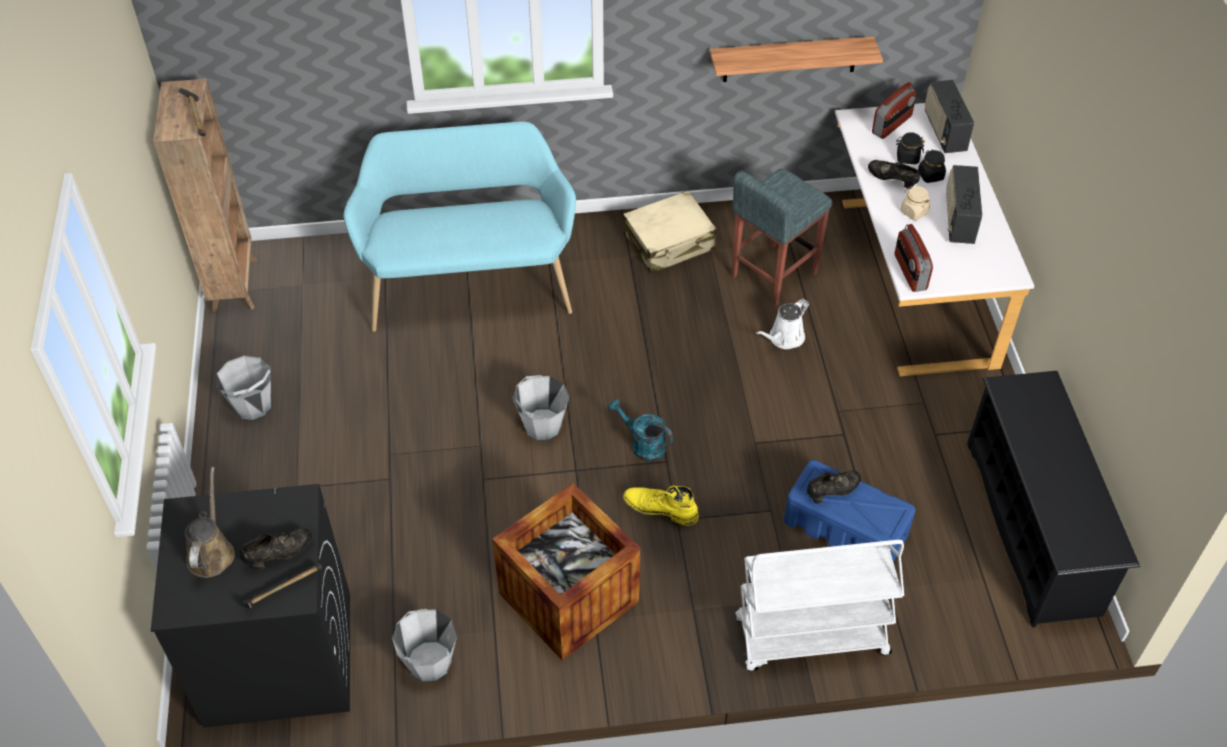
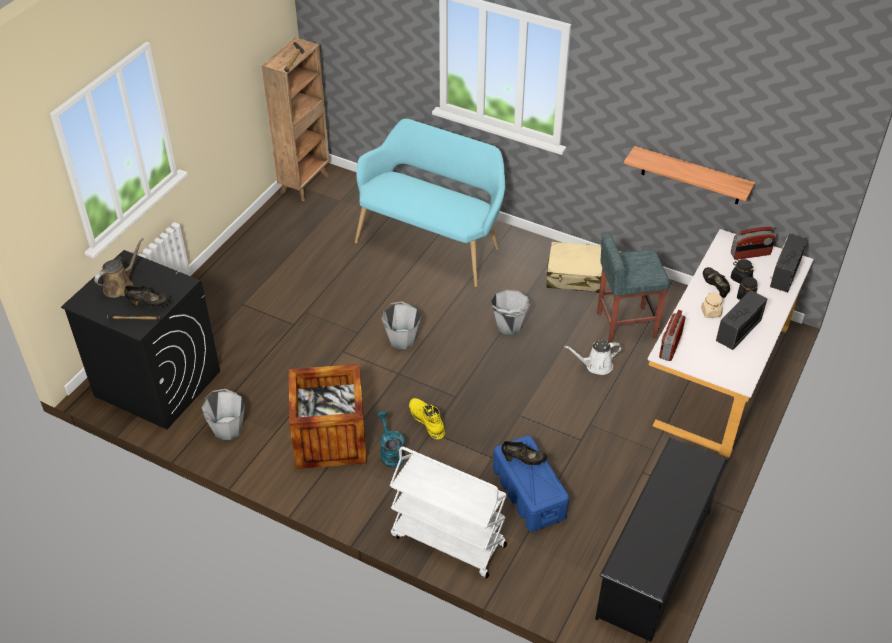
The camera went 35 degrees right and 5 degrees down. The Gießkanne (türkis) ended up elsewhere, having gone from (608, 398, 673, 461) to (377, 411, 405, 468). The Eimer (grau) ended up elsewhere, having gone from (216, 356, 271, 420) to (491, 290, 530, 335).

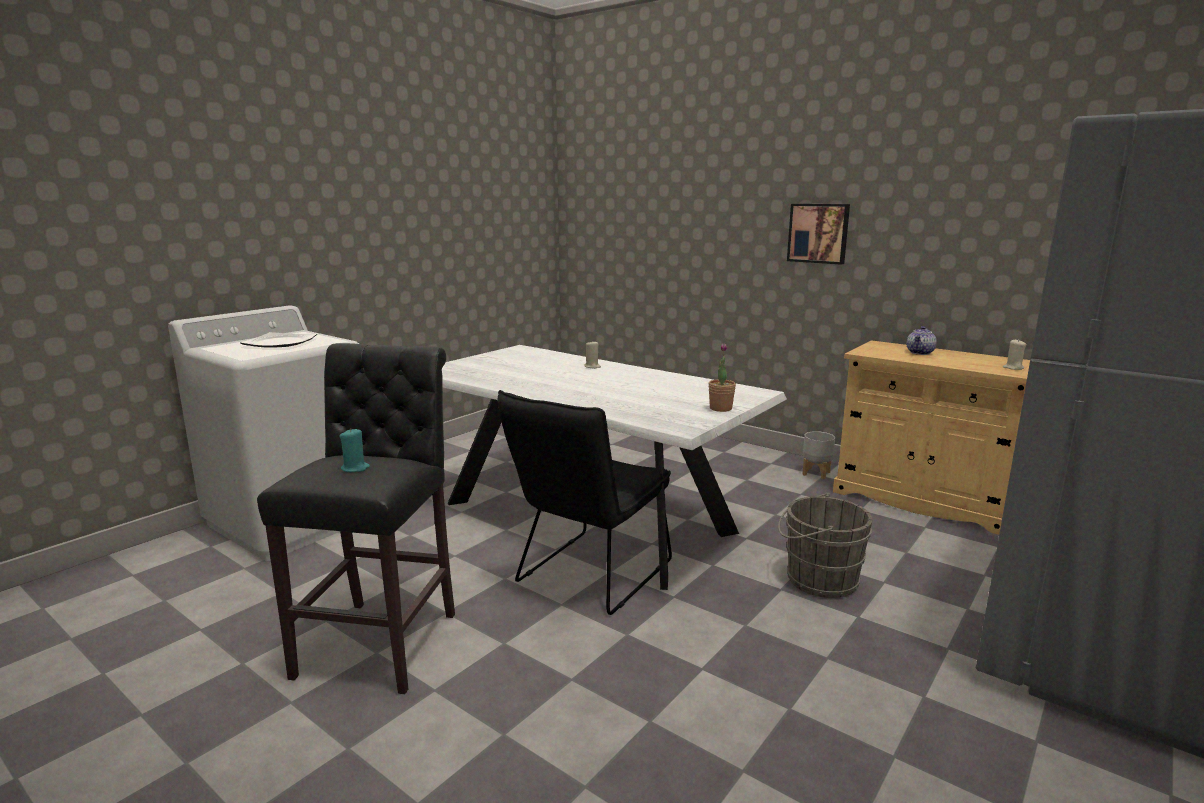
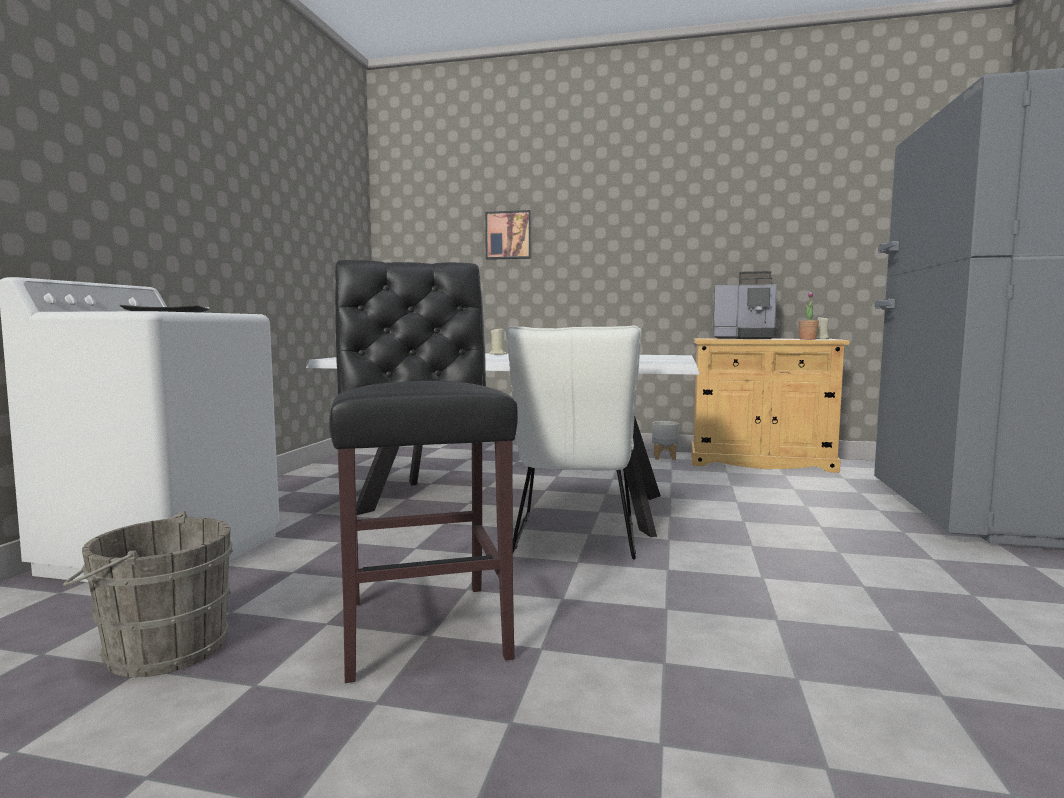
The camera went 25 degrees left and 10 degrees down. The Eimer (grau) ended up elsewhere, having gone from (778, 493, 872, 598) to (63, 511, 233, 677). The Bild ended up elsewhere, having gone from (787, 204, 850, 265) to (485, 210, 532, 260). What was the Stuhl (schwarz) at (498, 390, 672, 615) turned into the Stuhl (weiß) at (506, 325, 642, 560). Where the Teekanne stood at (907, 326, 937, 355), the Kaffeemaschine came to stand at (713, 271, 777, 339). The Topfpflanze ended up elsewhere, having gone from (709, 343, 736, 412) to (799, 292, 819, 340). The second view lost the Kerze (türkis) at (340, 428, 370, 472).

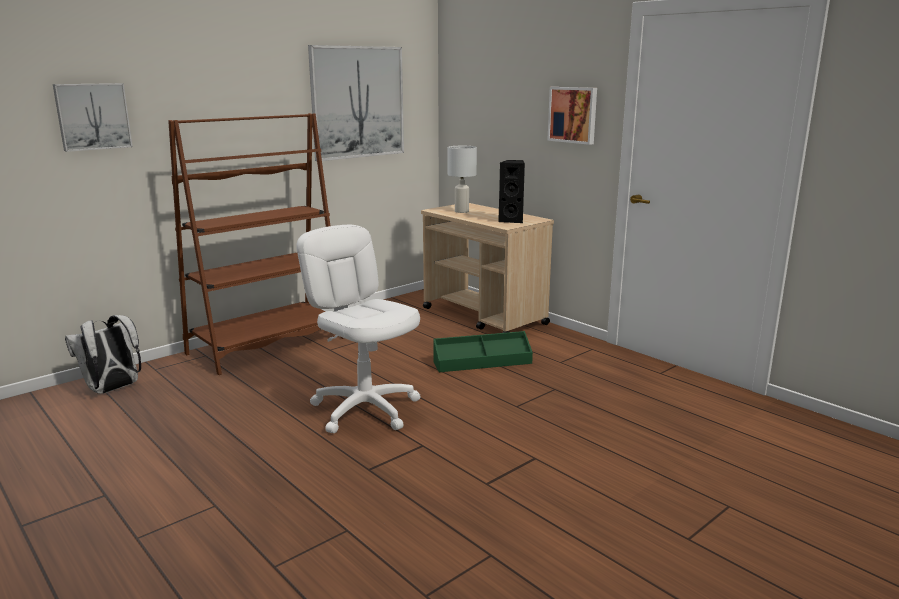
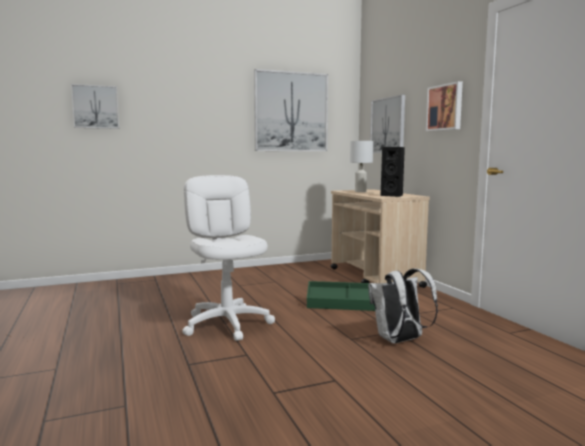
The camera went 20 degrees right and 10 degrees down. The Rucksack (weiß) ended up elsewhere, having gone from (65, 315, 141, 394) to (368, 268, 438, 344). The second view gained the Bild at (370, 95, 405, 153). The second view lost the Bücherregal (braun) at (168, 113, 345, 375).

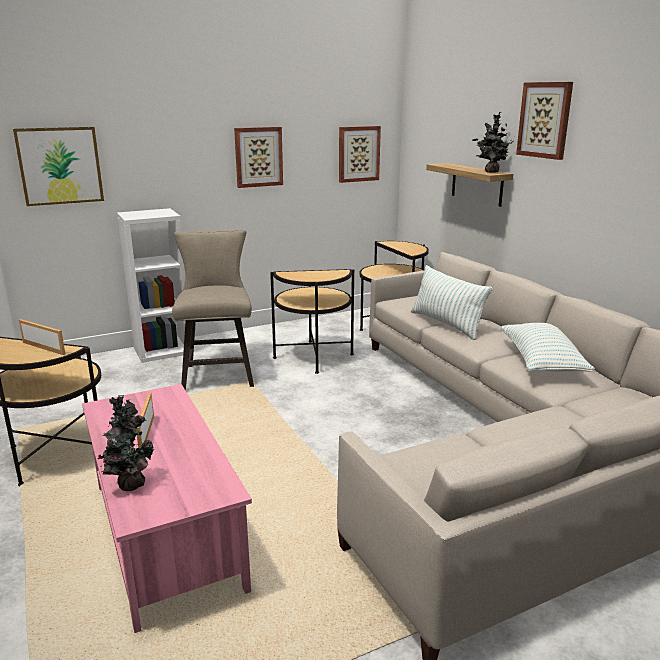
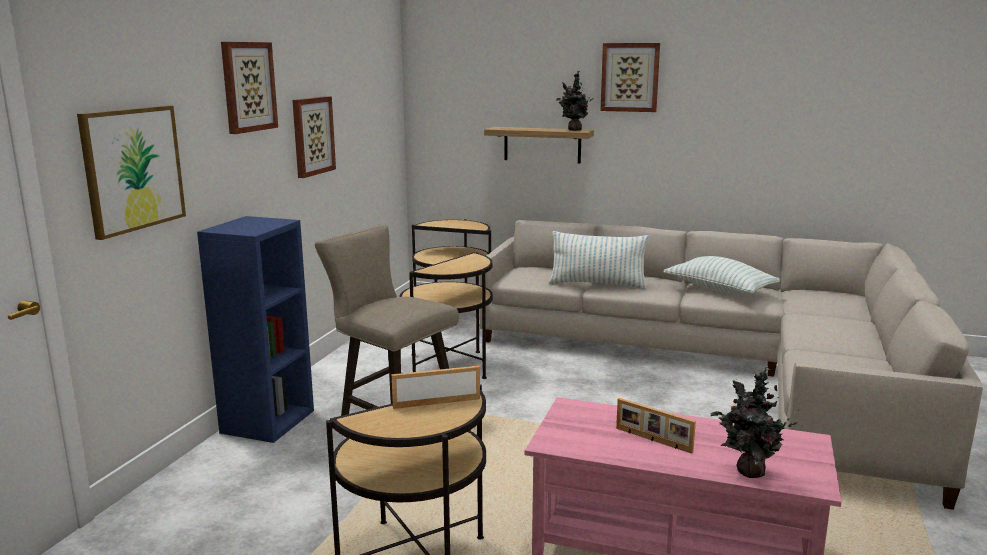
The camera went 45 degrees left and 5 degrees down. What was the Bücherregal (weiß) at (117, 208, 186, 363) turned into the Bücherregal (blau) at (197, 216, 314, 443). The Bild ended up elsewhere, having gone from (339, 126, 381, 183) to (221, 42, 278, 134).

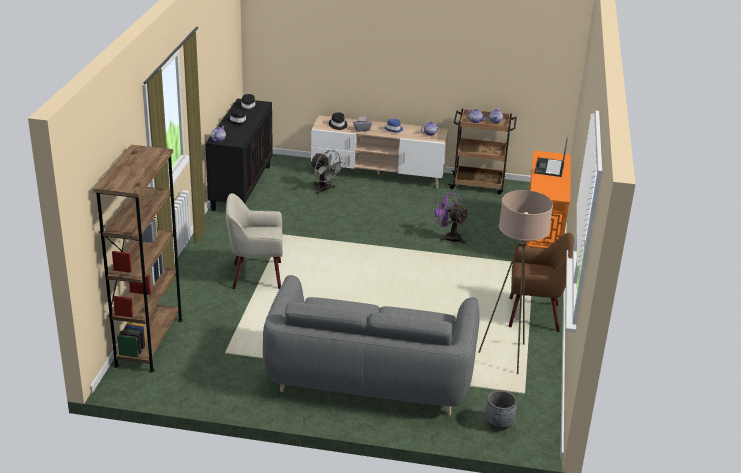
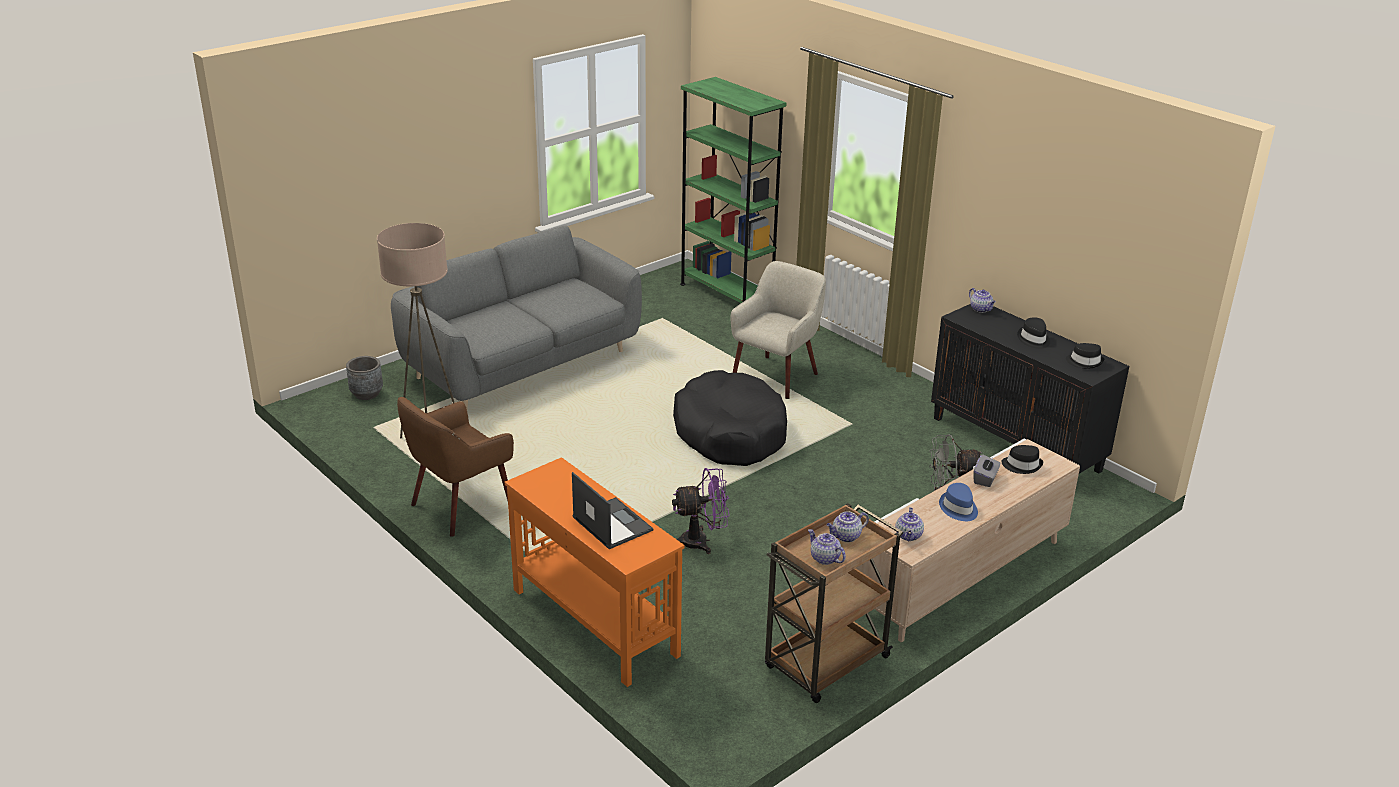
The camera went 130 degrees right and 0 degrees up. The second view gained the Hundebett (schwarz) at (673, 370, 787, 466). What was the Bücherregal (braun) at (93, 145, 183, 373) turned into the Bücherregal (grün) at (680, 77, 786, 303).

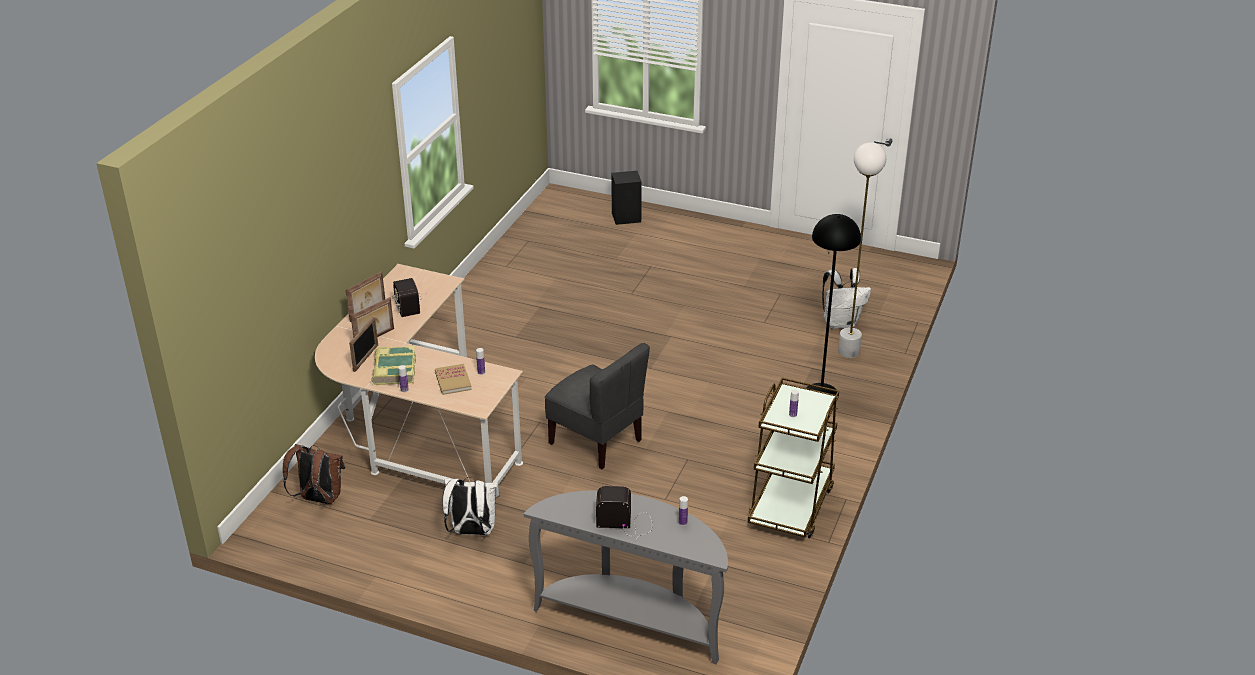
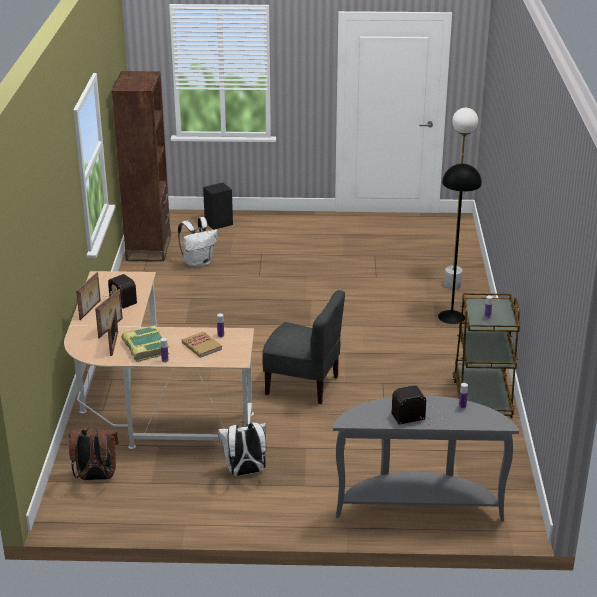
The camera went 20 degrees left and 5 degrees down. The second view gained the Bücherregal (braun) at (112, 71, 171, 262). The Rucksack (weiß) ended up elsewhere, having gone from (822, 268, 871, 329) to (178, 217, 218, 268).

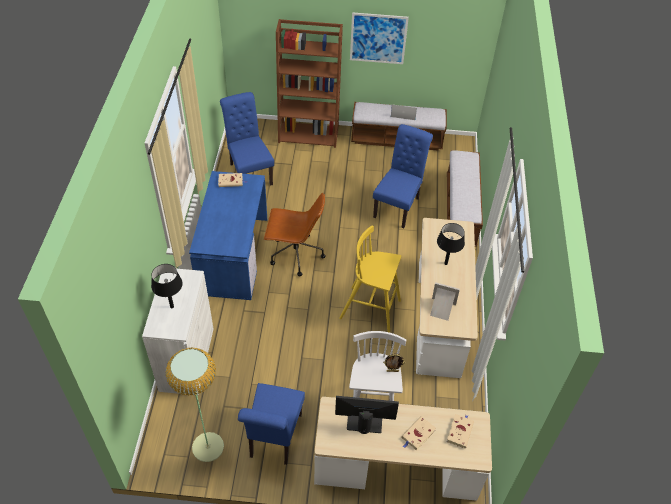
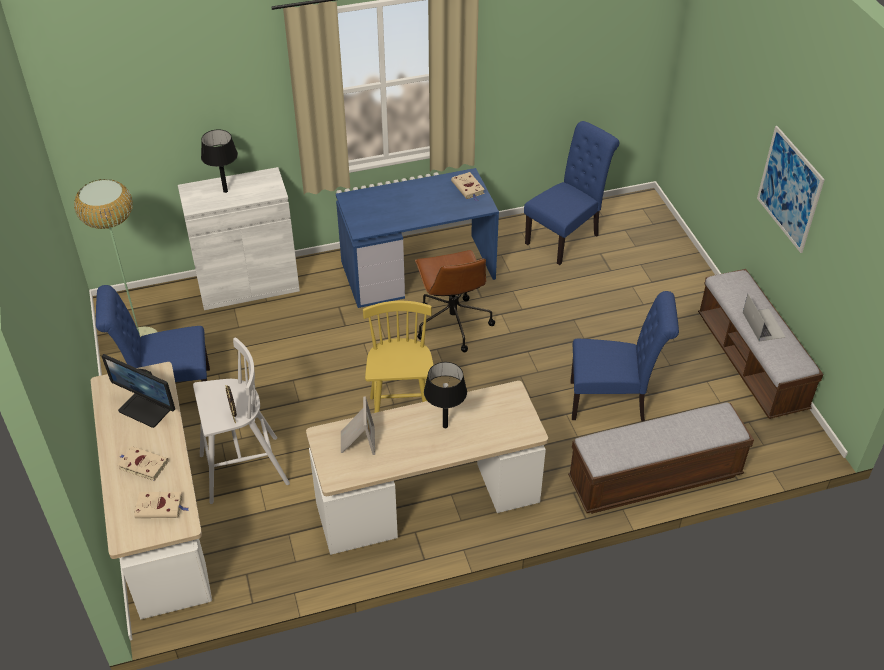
The camera went 70 degrees right and 5 degrees down. The Monitor at (335, 396, 399, 434) ended up facing another way, 135 degrees clockwise from before. The second view lost the Bücherregal (braun) at (276, 19, 343, 148).

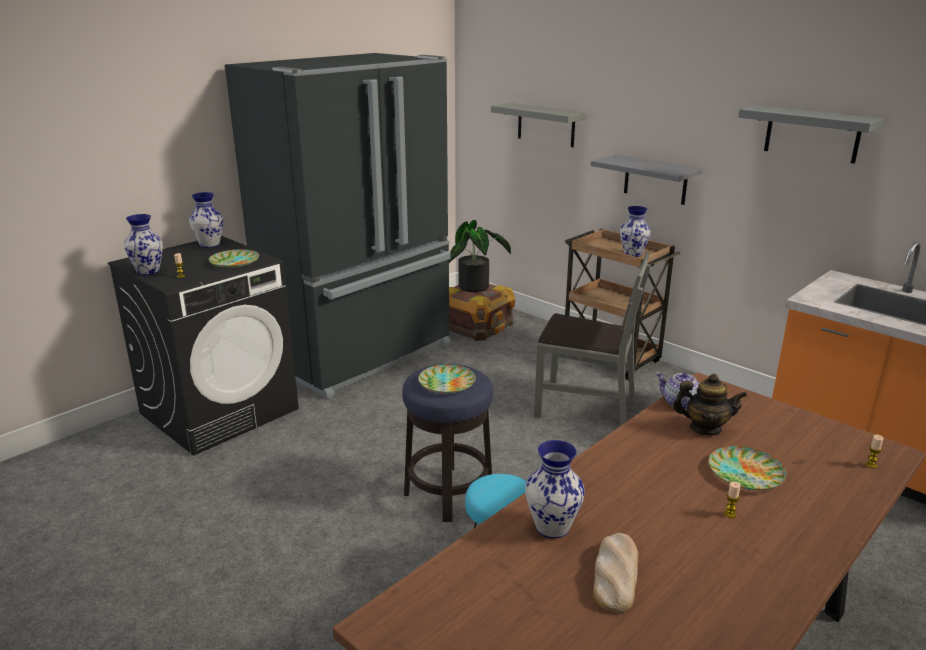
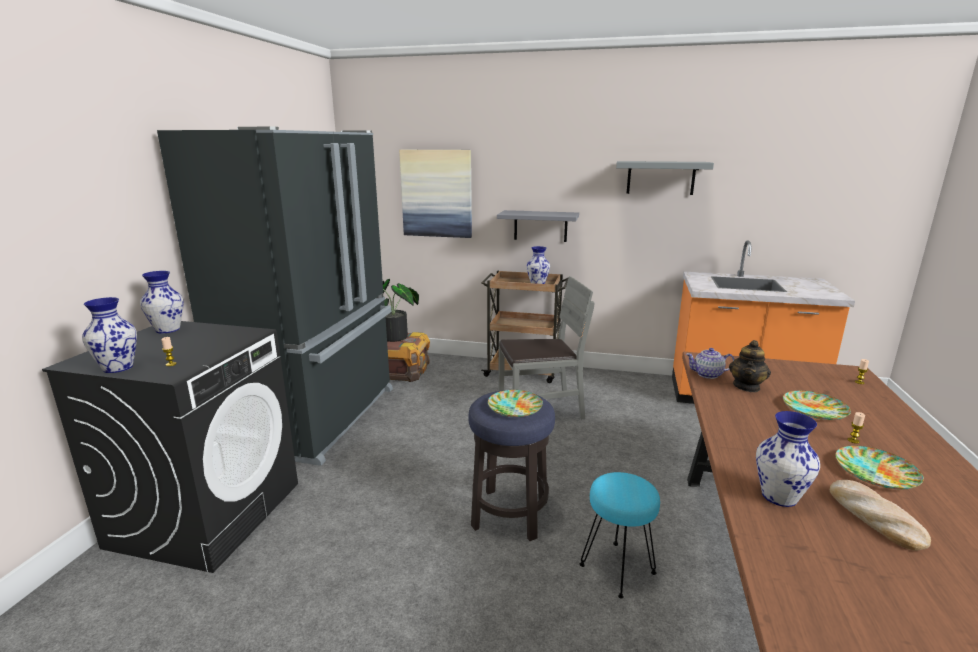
The camera went 30 degrees left and 5 degrees down. Where the Wandregal (grau) hung at (491, 103, 587, 147), the Bild came to hang at (399, 150, 472, 238). The Teekanne at (673, 374, 747, 436) ended up facing another way, 135 degrees clockwise from before. The Teller ended up elsewhere, having gone from (209, 249, 259, 268) to (835, 446, 924, 489).

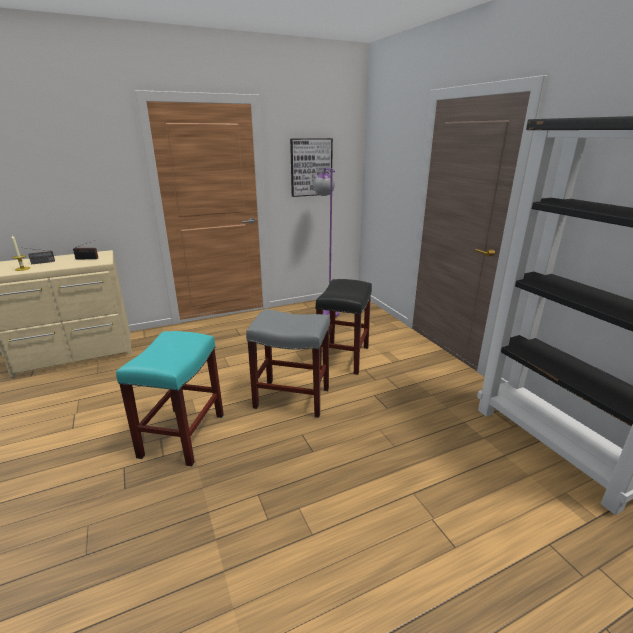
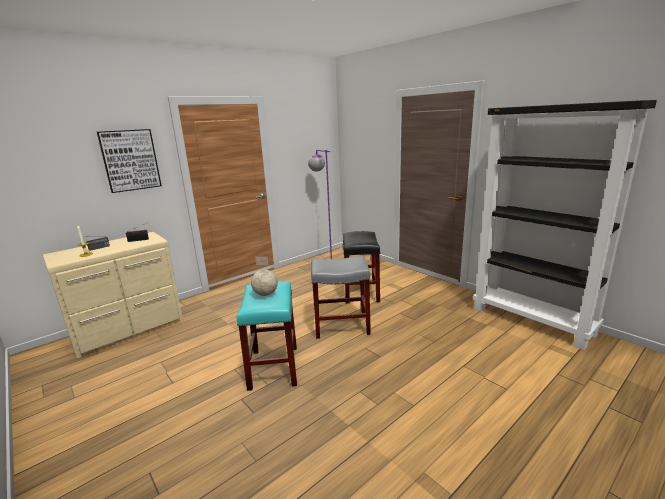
The camera went 15 degrees left and 5 degrees down. The Bild ended up elsewhere, having gone from (290, 138, 333, 197) to (97, 129, 162, 193). The second view gained the Globus at (251, 257, 278, 296).

